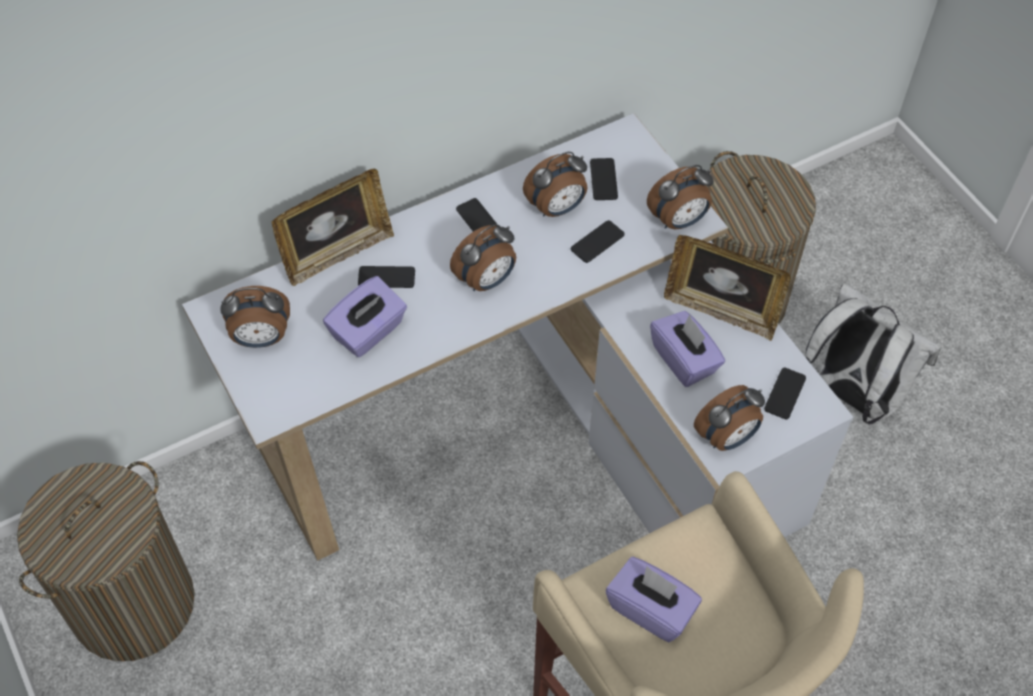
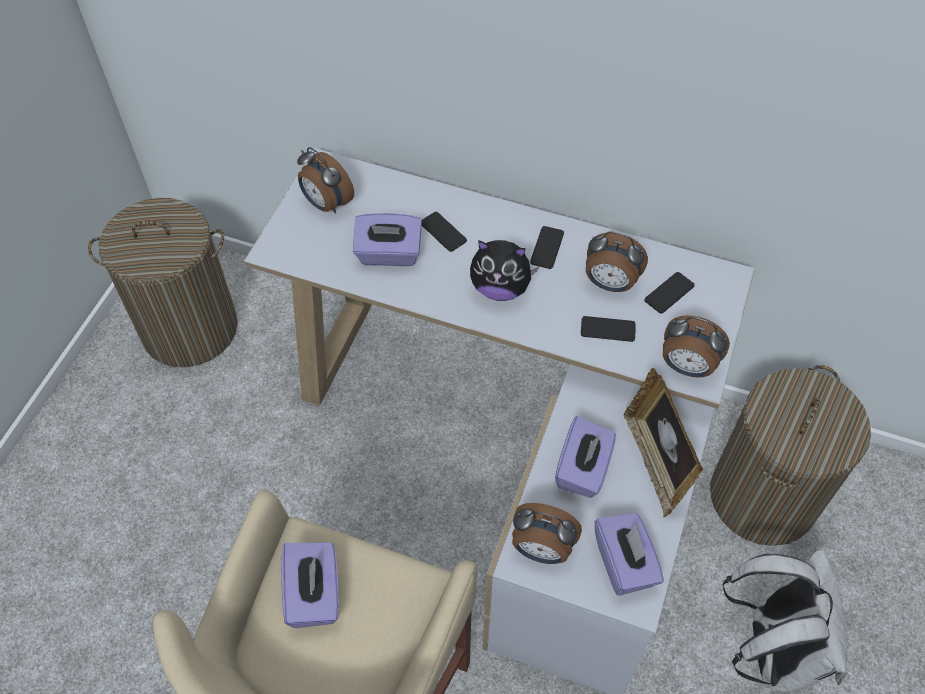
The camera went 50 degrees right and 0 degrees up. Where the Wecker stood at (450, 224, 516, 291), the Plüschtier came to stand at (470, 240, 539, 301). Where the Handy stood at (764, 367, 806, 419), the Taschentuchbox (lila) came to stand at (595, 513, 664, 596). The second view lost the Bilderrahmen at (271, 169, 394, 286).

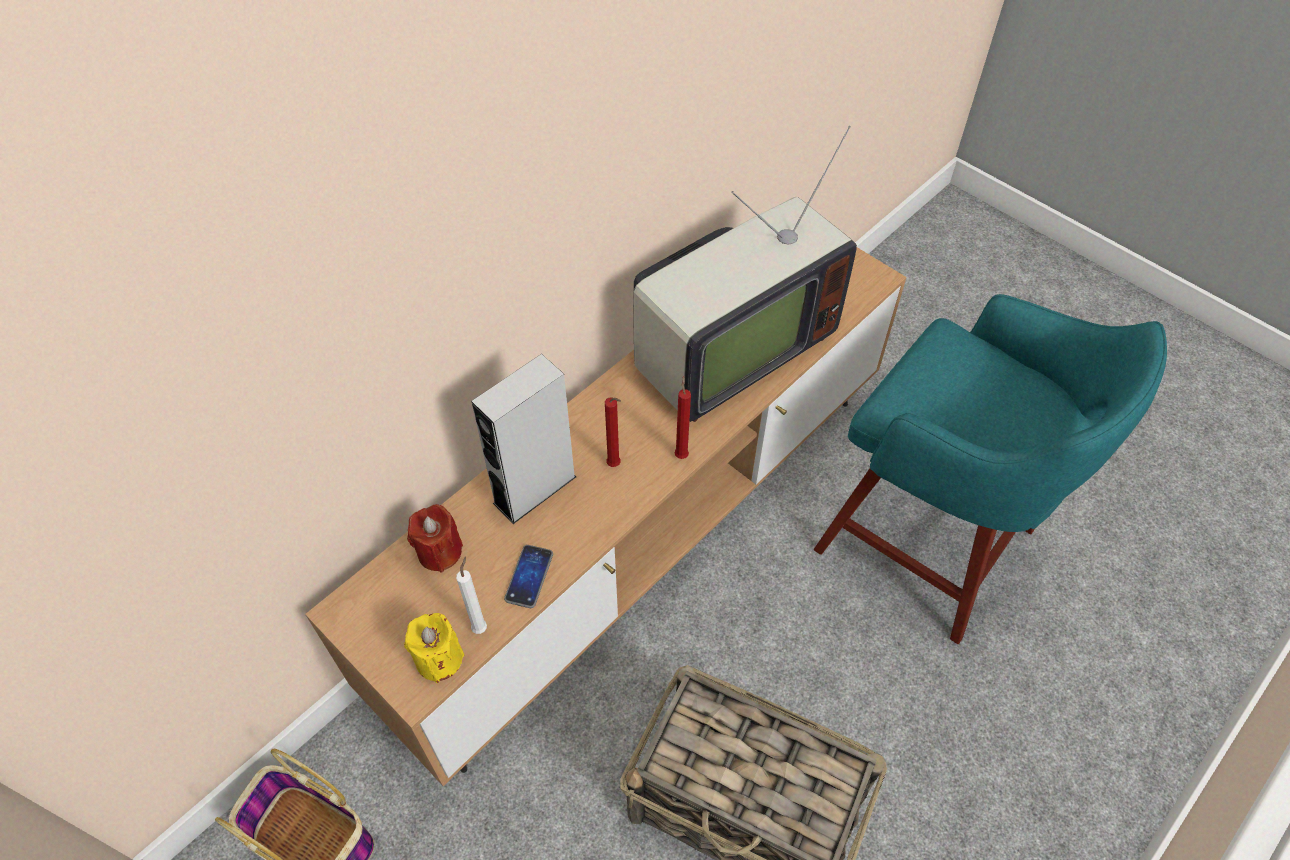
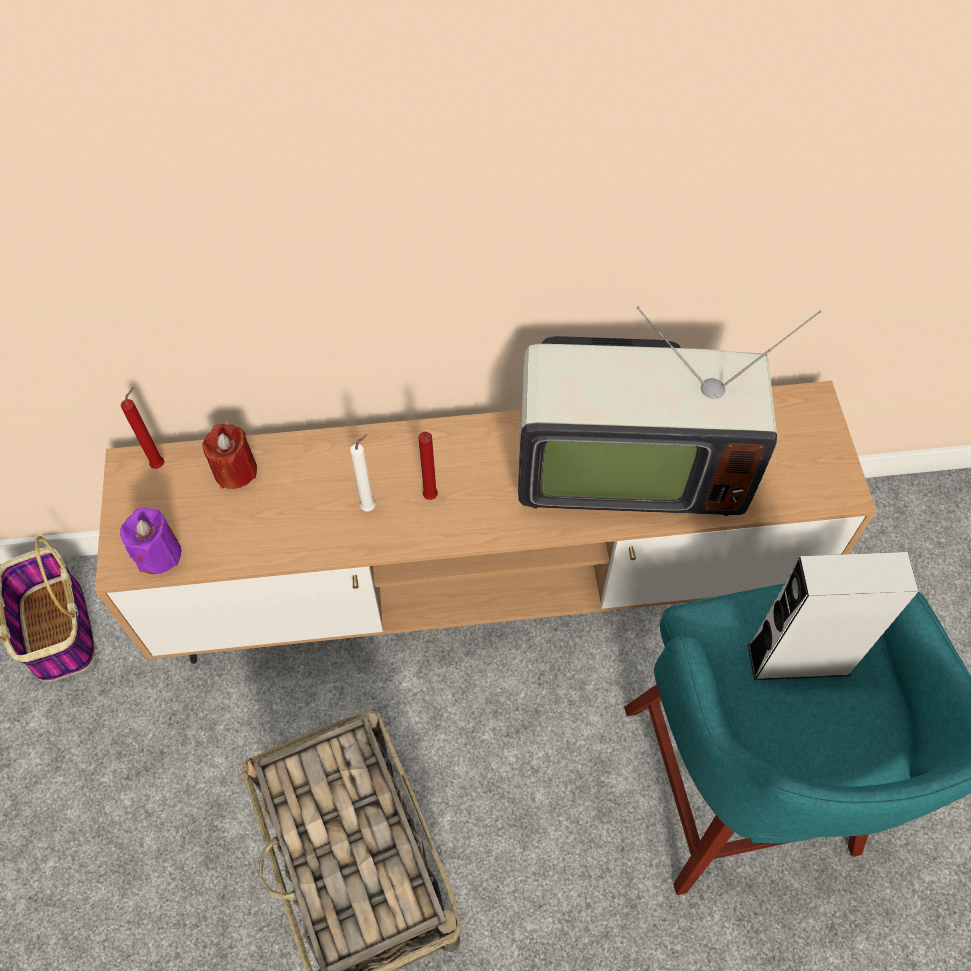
The camera went 40 degrees right and 5 degrees up. What was the Kerze (gelb) at (404, 613, 464, 683) turned into the Kerze (lila) at (120, 508, 181, 574). The Kerze (rot) ended up elsewhere, having gone from (675, 376, 691, 459) to (121, 388, 164, 469). The Kerze (weiß) ended up elsewhere, having gone from (456, 556, 487, 634) to (350, 434, 375, 512). The Lautsprecher (grau) ended up elsewhere, having gone from (471, 354, 576, 524) to (748, 552, 918, 680). The second view lost the Handy at (504, 545, 553, 608).

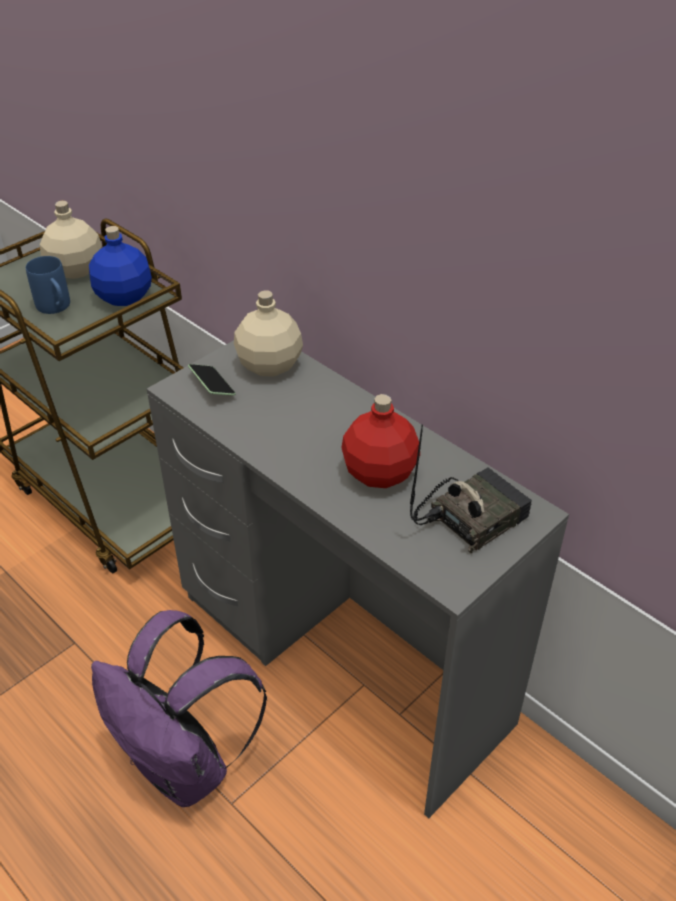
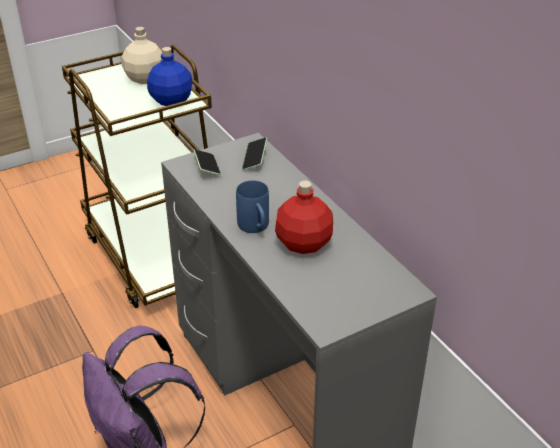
The camera went 15 degrees right and 5 degrees down. The Henkelbecher (blau) ended up elsewhere, having gone from (26, 256, 70, 314) to (236, 180, 269, 233). Where the Flasche (beige) stood at (234, 291, 303, 376), the Handy came to stand at (242, 137, 267, 170). The second view lost the Radio at (410, 425, 532, 554).

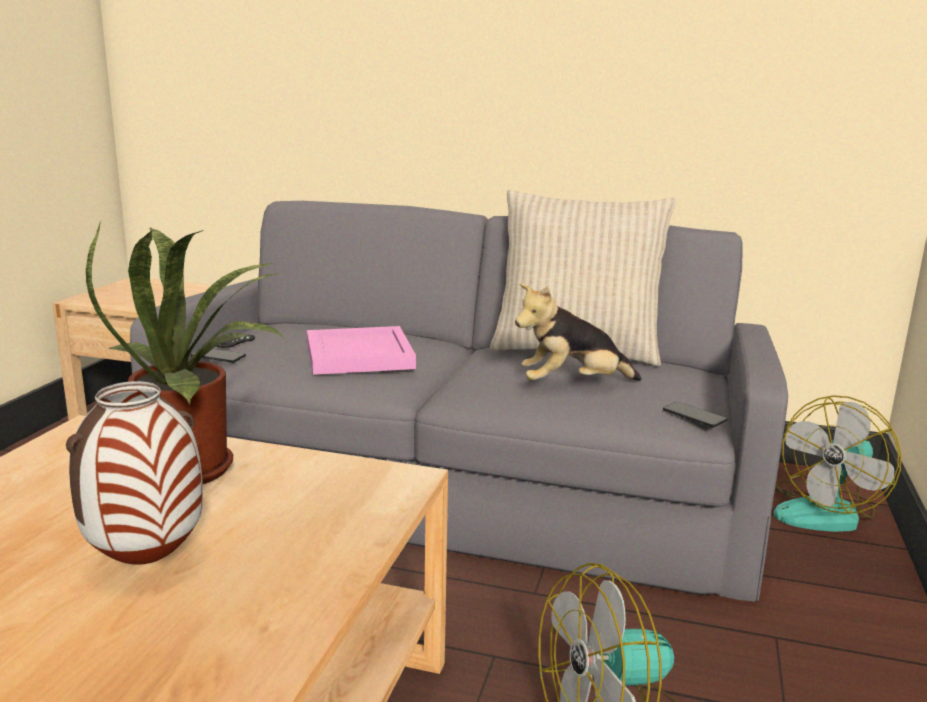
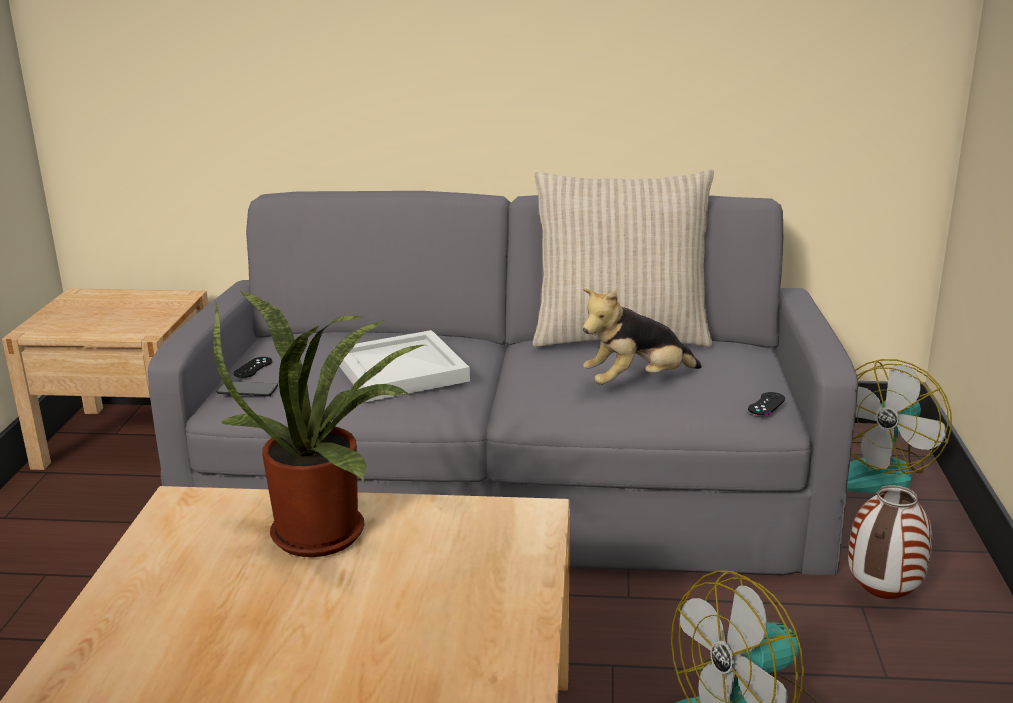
The camera went 10 degrees left and 5 degrees up. What was the Tablett (rosa) at (307, 326, 416, 375) turned into the Tablett (weiß) at (334, 330, 470, 402). Where the Handy stood at (663, 402, 728, 428), the Gamepad (schwarz) came to stand at (748, 392, 785, 415). The Vase ended up elsewhere, having gone from (66, 381, 203, 565) to (848, 485, 932, 599).

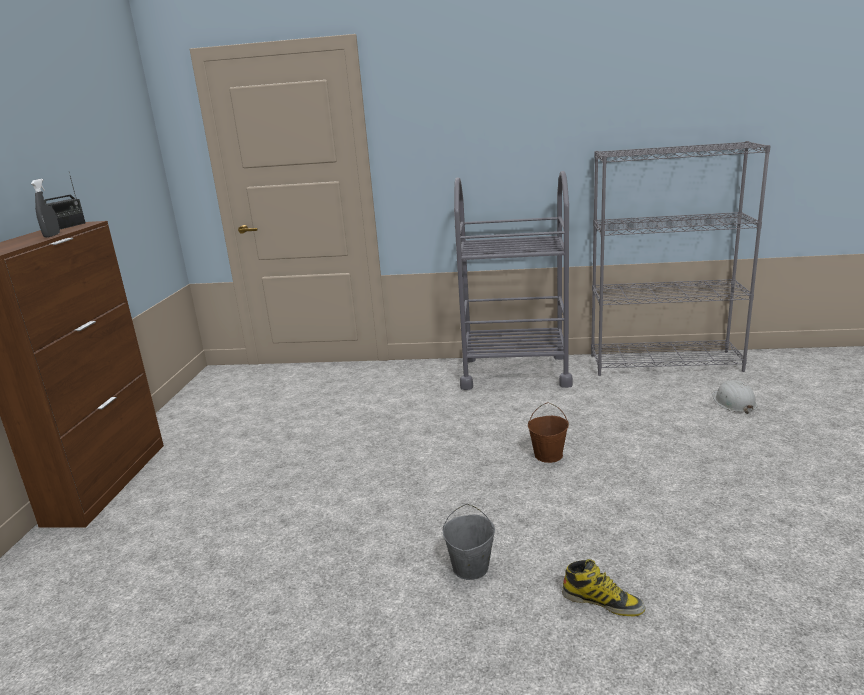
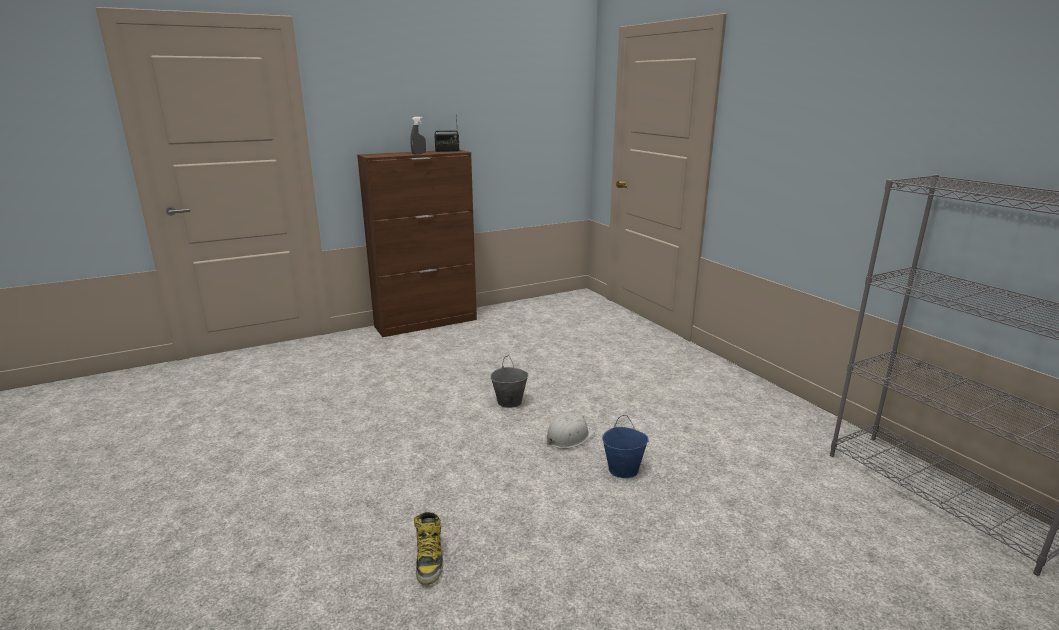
The camera went 55 degrees right and 0 degrees up. The Eimer (grau) ended up elsewhere, having gone from (443, 504, 495, 580) to (490, 355, 528, 408). The Schutzhelm (weiß) ended up elsewhere, having gone from (712, 380, 757, 414) to (546, 413, 595, 449). What was the Eimer (braun) at (528, 402, 569, 463) turned into the Eimer (blau) at (602, 415, 649, 478). The second view lost the Rollwagen (grau) at (454, 171, 573, 390).

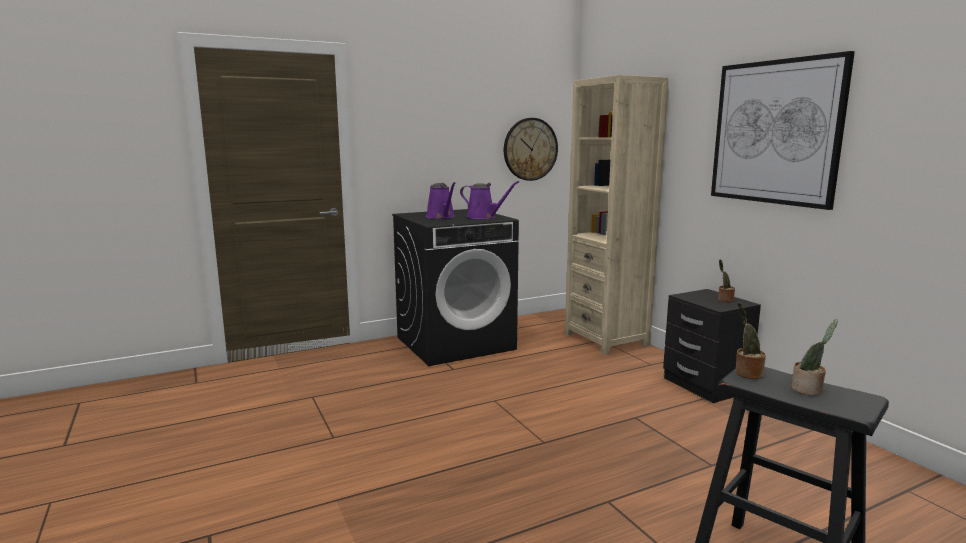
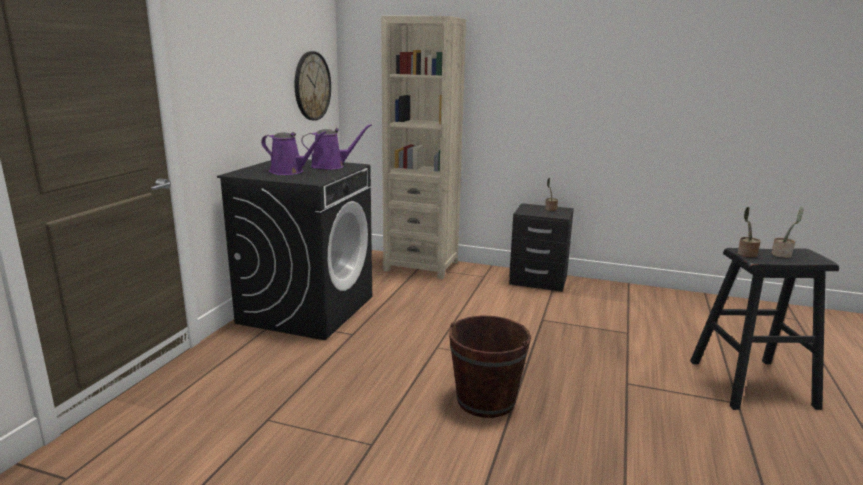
The camera went 45 degrees left and 5 degrees up. The second view gained the Eimer (braun) at (449, 316, 531, 418). The second view lost the Bild at (711, 51, 855, 210).

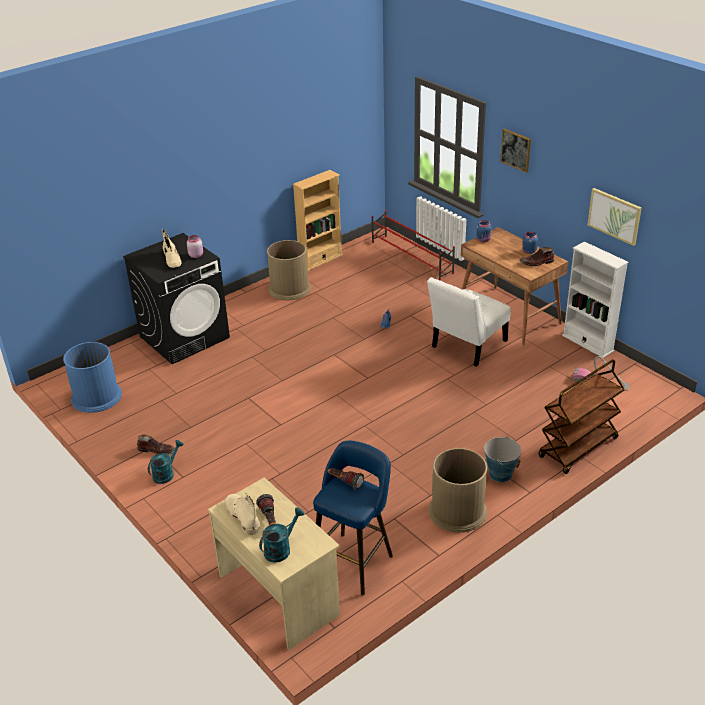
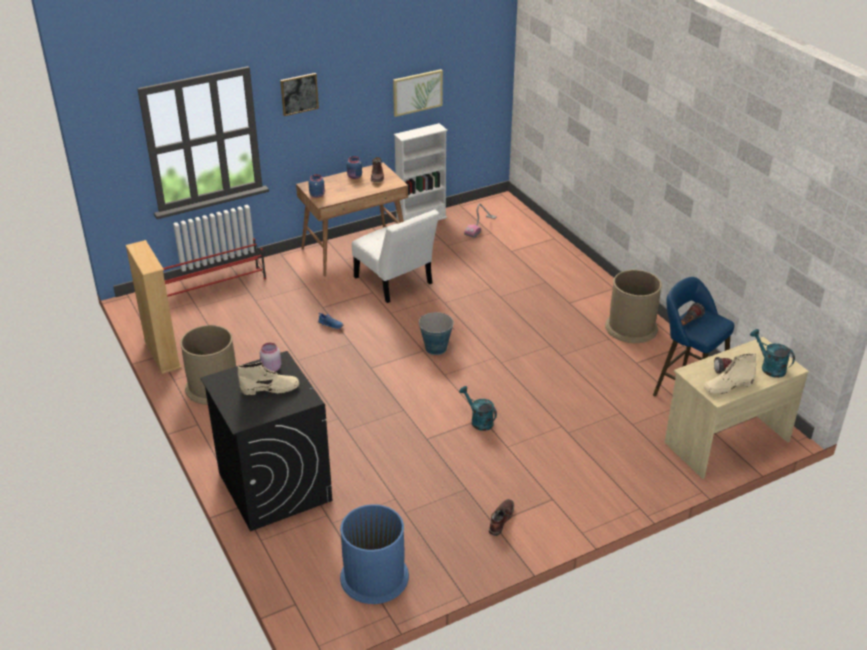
The camera went 80 degrees left and 0 degrees up. The Eimer ended up elsewhere, having gone from (484, 437, 521, 482) to (419, 312, 454, 355). The Gießkanne (türkis) ended up elsewhere, having gone from (148, 440, 183, 484) to (459, 386, 497, 431). The second view lost the Rollwagen (braun) at (539, 360, 625, 474).

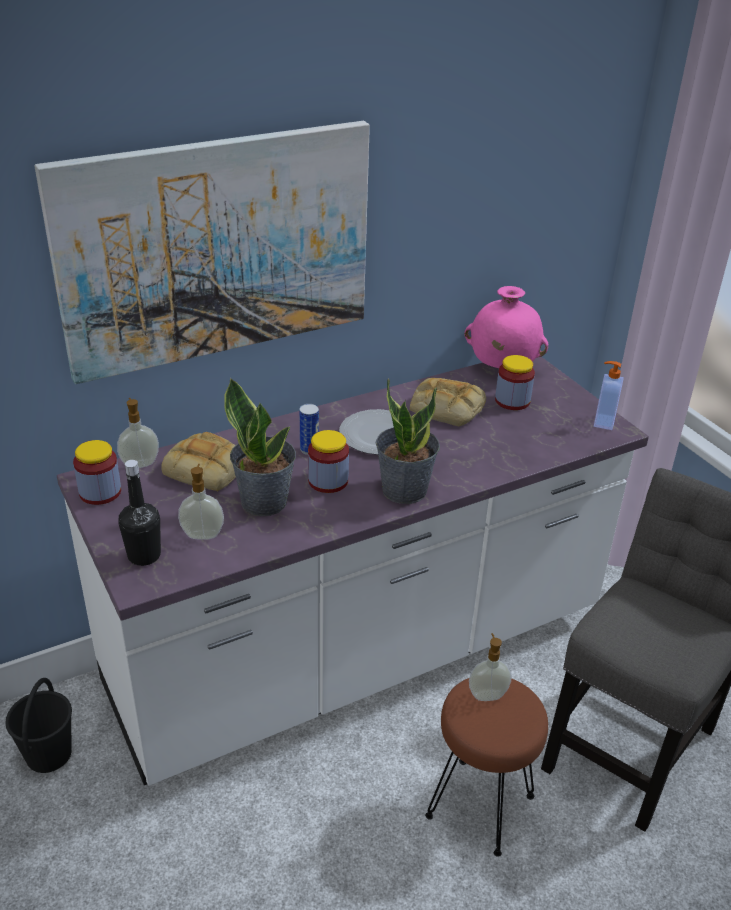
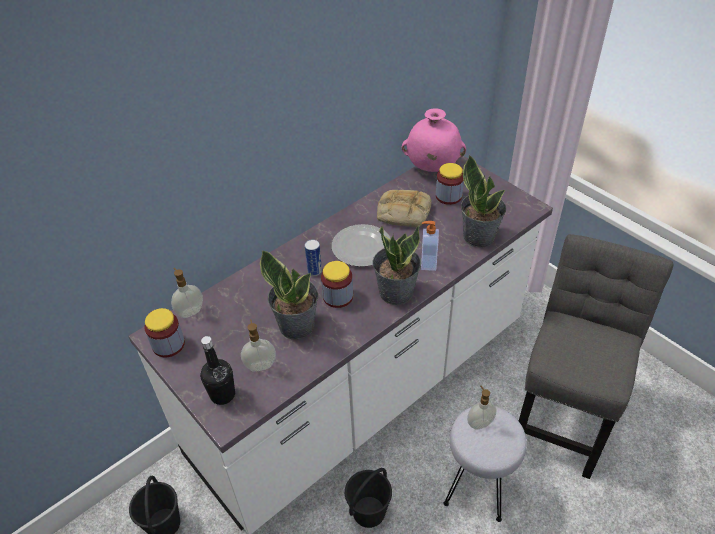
The camera went 10 degrees left and 10 degrees up. The second view gained the Eimer (schwarz) at (345, 468, 392, 528). The Seifenspender ended up elsewhere, having gone from (594, 361, 624, 430) to (421, 221, 439, 271). What was the Hocker (braun) at (425, 678, 548, 857) turned into the Hocker (grau) at (443, 406, 527, 522). The second view gained the Topfpflanze at (461, 155, 506, 248). The second view lost the Bild at (35, 121, 370, 384). The second view lost the Brot at (161, 432, 236, 492).

